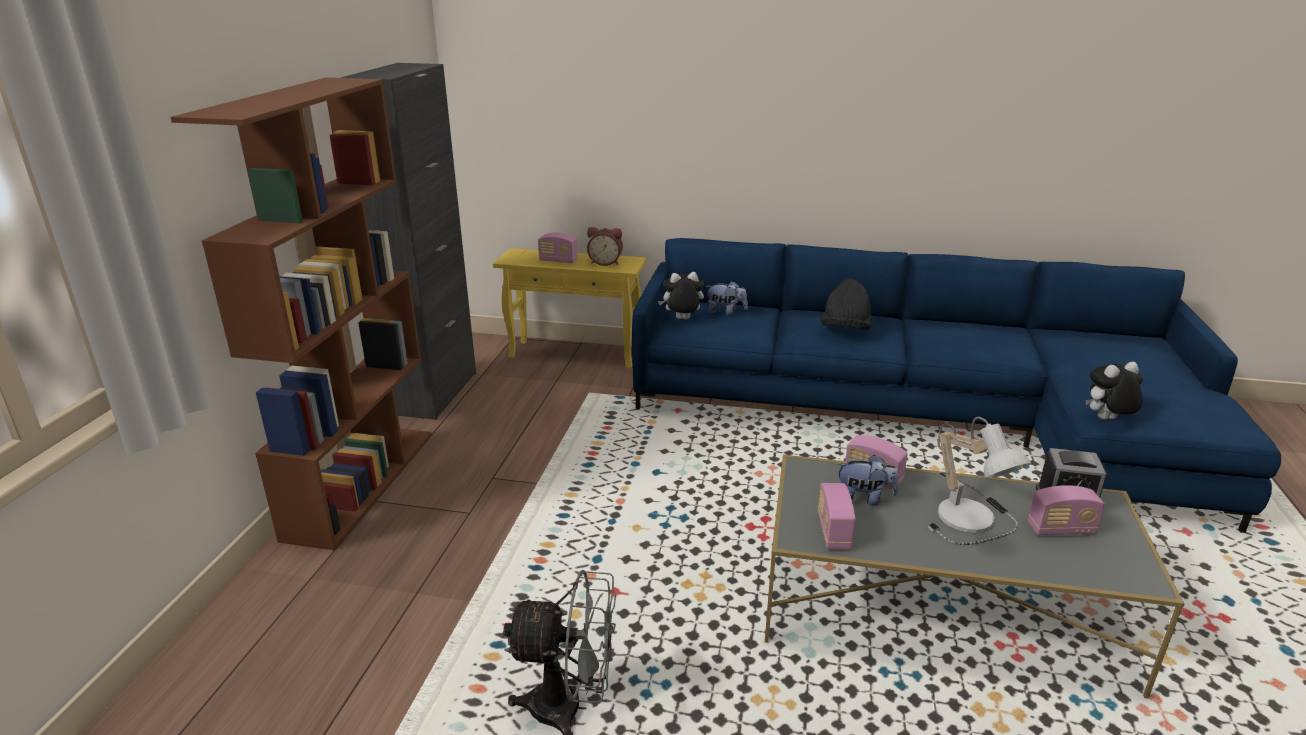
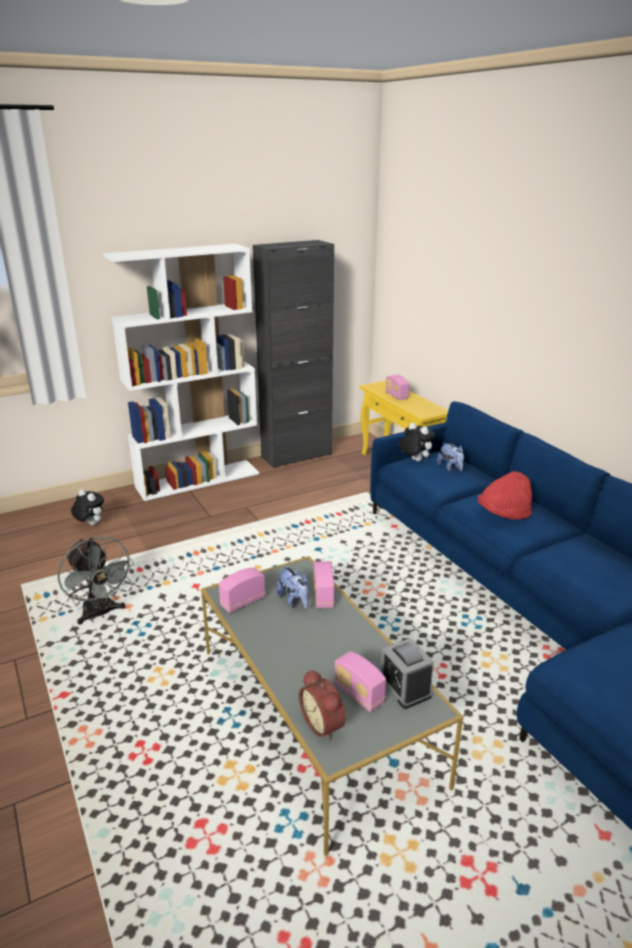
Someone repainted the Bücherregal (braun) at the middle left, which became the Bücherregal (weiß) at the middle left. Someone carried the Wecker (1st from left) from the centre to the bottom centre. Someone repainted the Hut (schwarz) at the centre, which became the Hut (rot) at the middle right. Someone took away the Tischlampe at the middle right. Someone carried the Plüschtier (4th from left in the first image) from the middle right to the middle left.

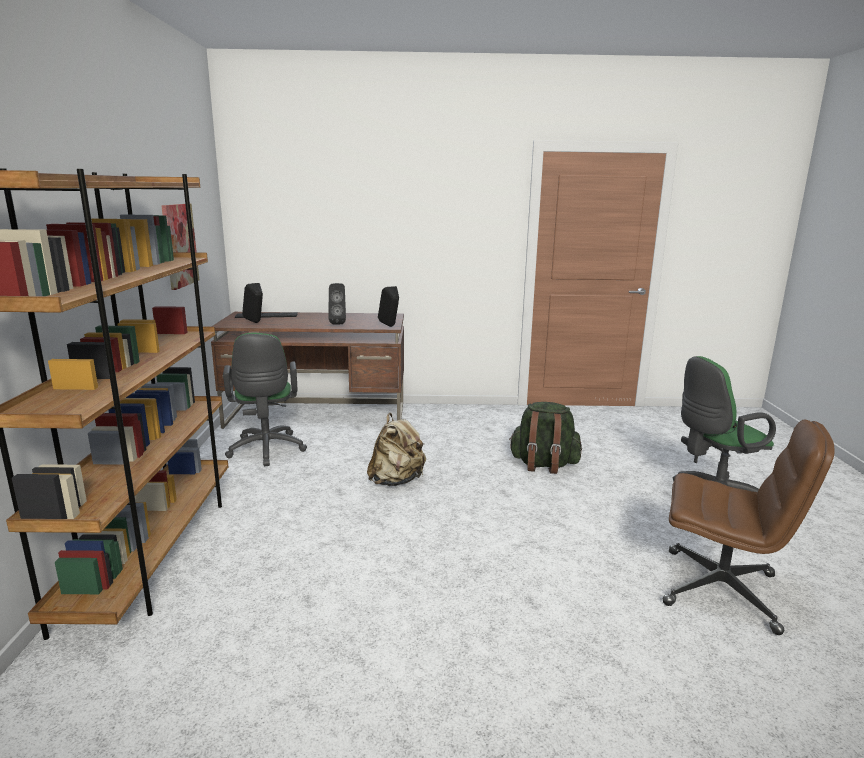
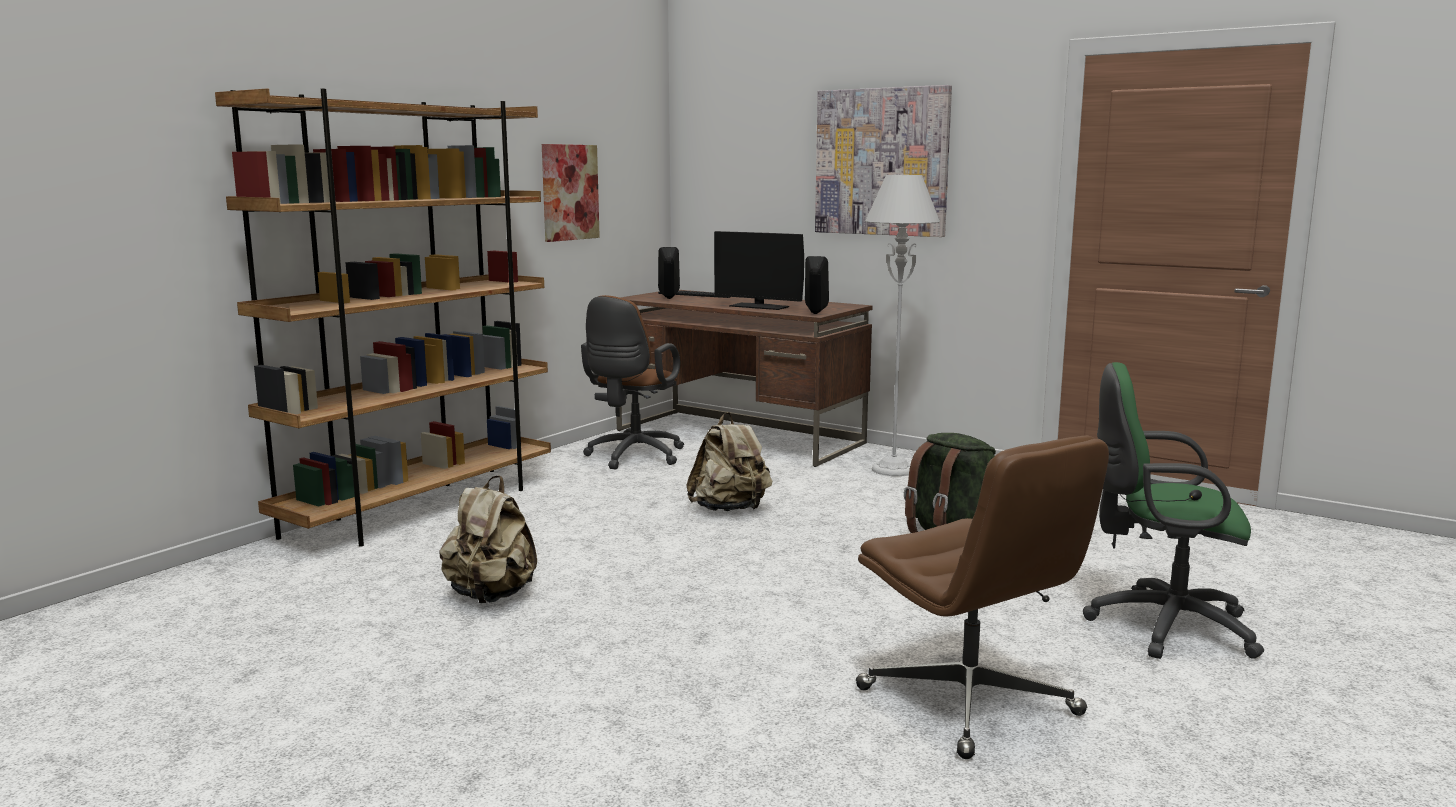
Someone repainted the Bürostuhl (grün) (1st from left) at the middle left, which became the Bürostuhl (braun) (1st from left) at the centre. Someone swapped the Lautsprecher (schwarz) (2nd from left) at the centre for the Monitor at the centre. Someone put down the Rucksack (beige) (1st from left) at the bottom centre. Someone put up the Bild (2nd from left) at the top centre. Someone put down the Stehlampe (grau) at the centre.

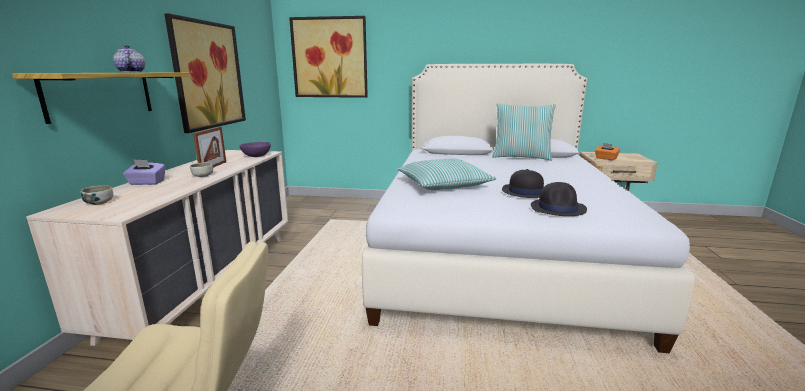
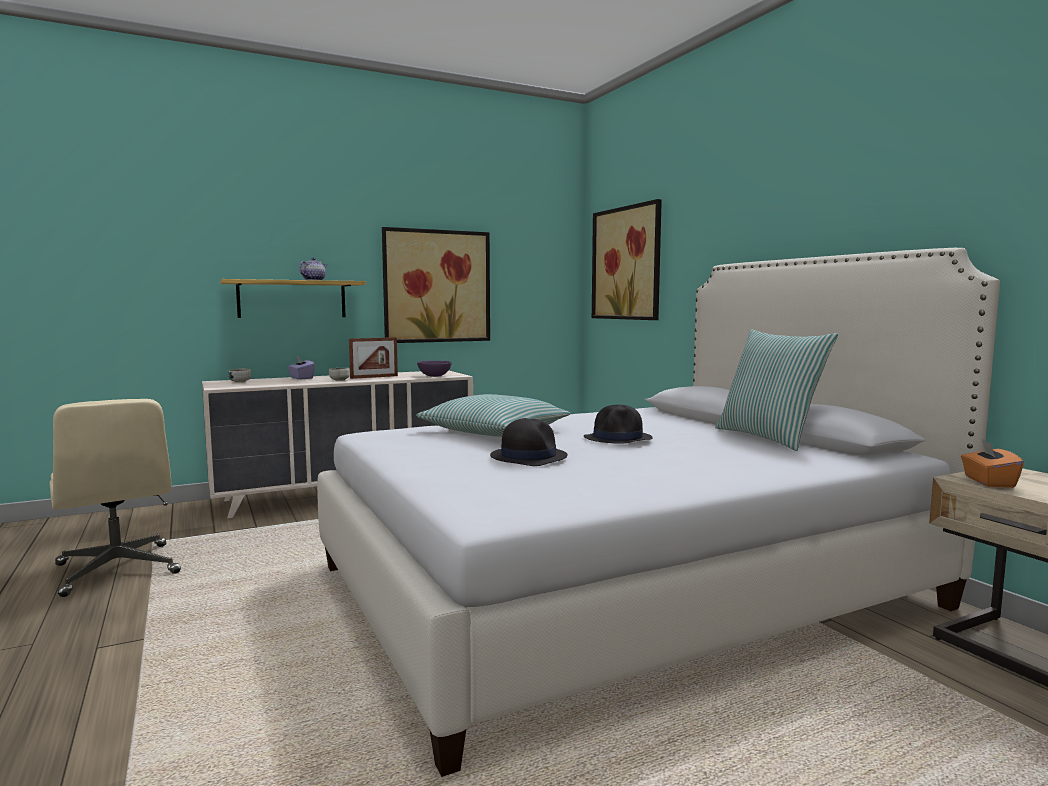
Someone carried the Hut (schwarz) (2nd from left) from the middle right to the centre.

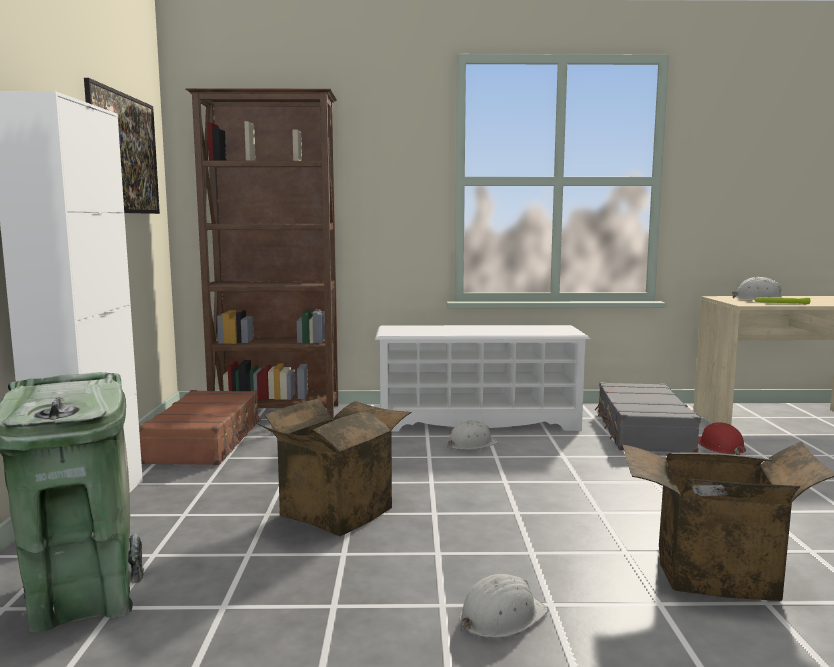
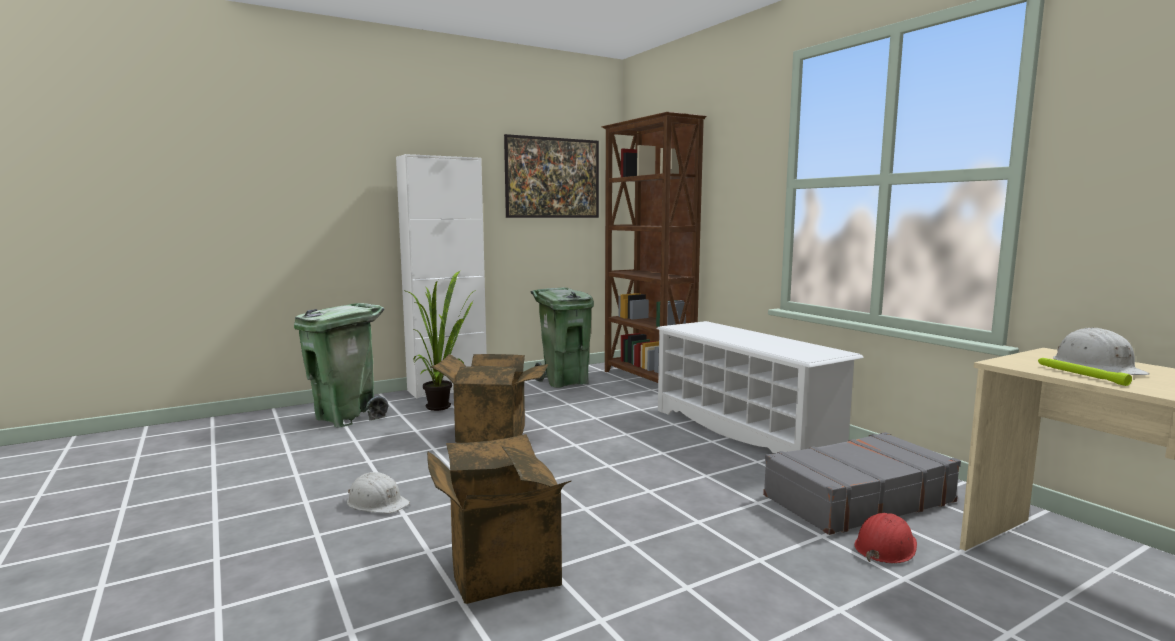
Someone swapped the Koffer (braun) at the middle left for the Mülleimer (grün) (2nd from left) at the centre. Someone took away the Schutzhelm (weiß) (1st from left) at the centre. Someone put down the Topfpflanze at the centre.

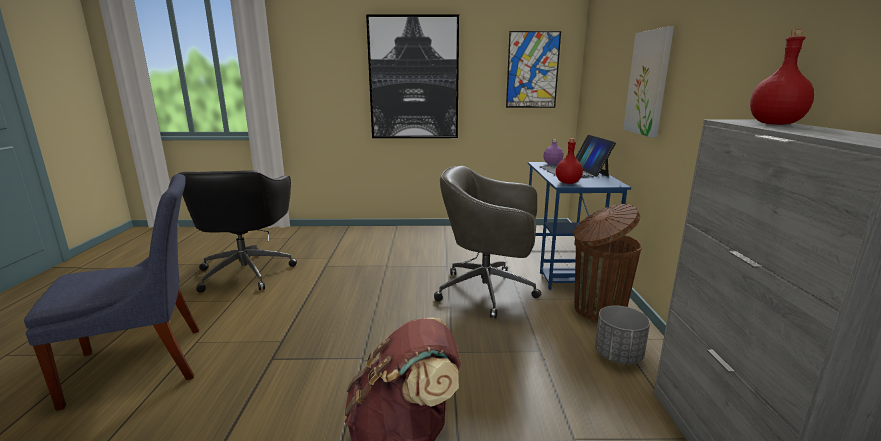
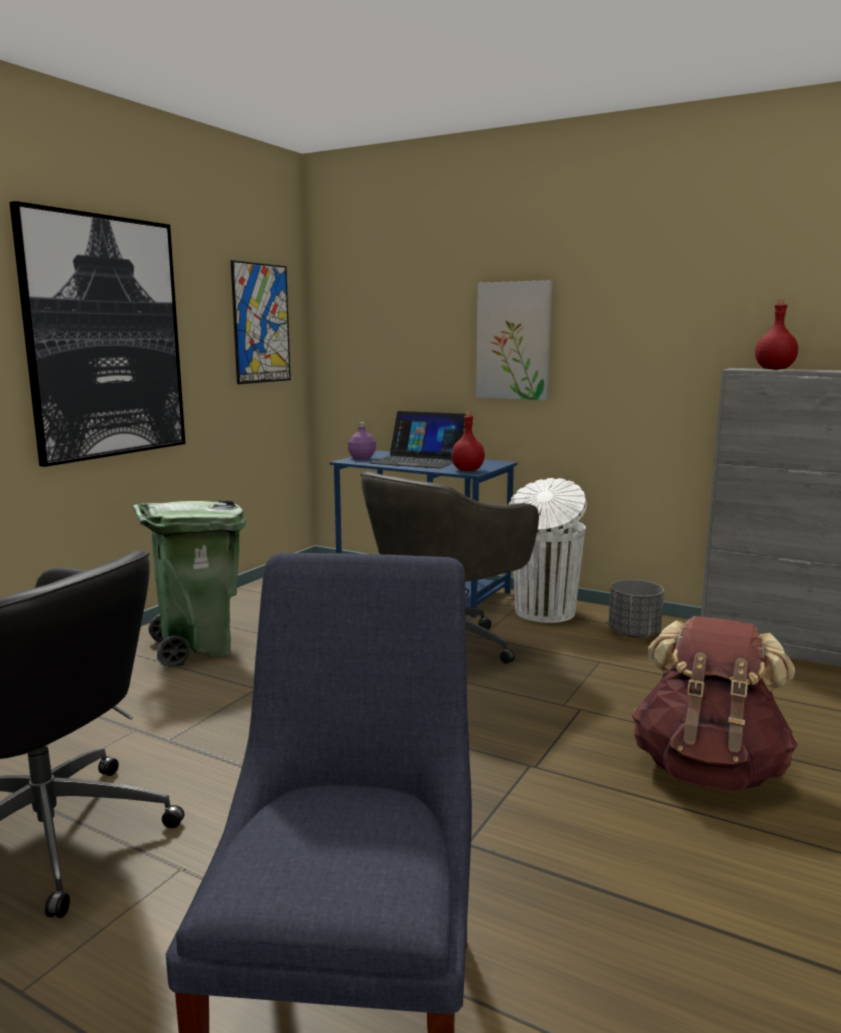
Someone repainted the Mülleimer (braun) at the middle right, which became the Mülleimer (weiß) at the centre. Someone put down the Mülleimer (grün) at the middle left.

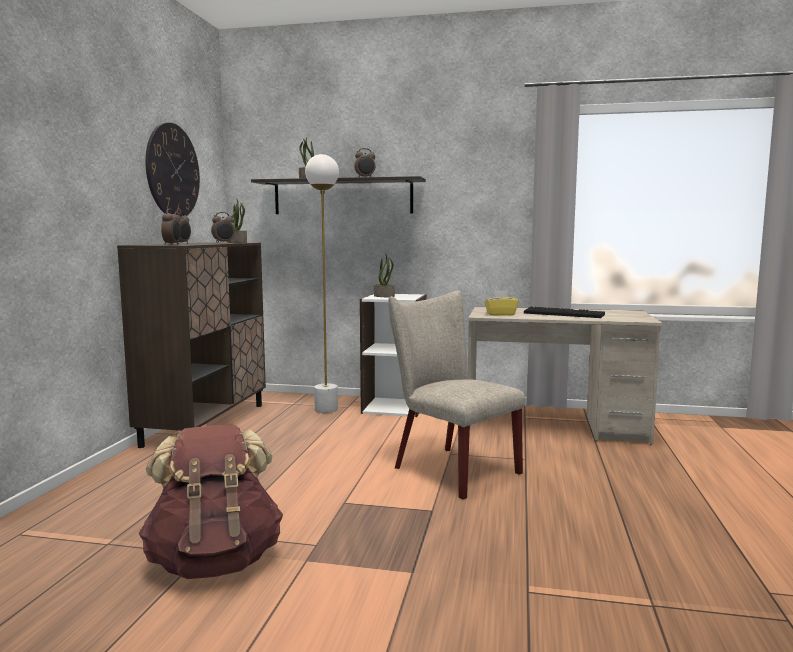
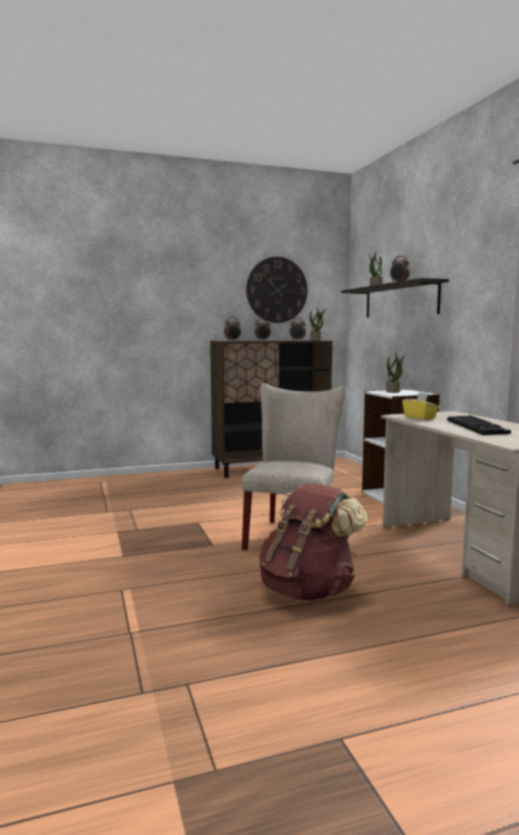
Someone carried the Rucksack (braun) from the bottom left to the centre. Someone took away the Stehlampe (weiß) at the centre.

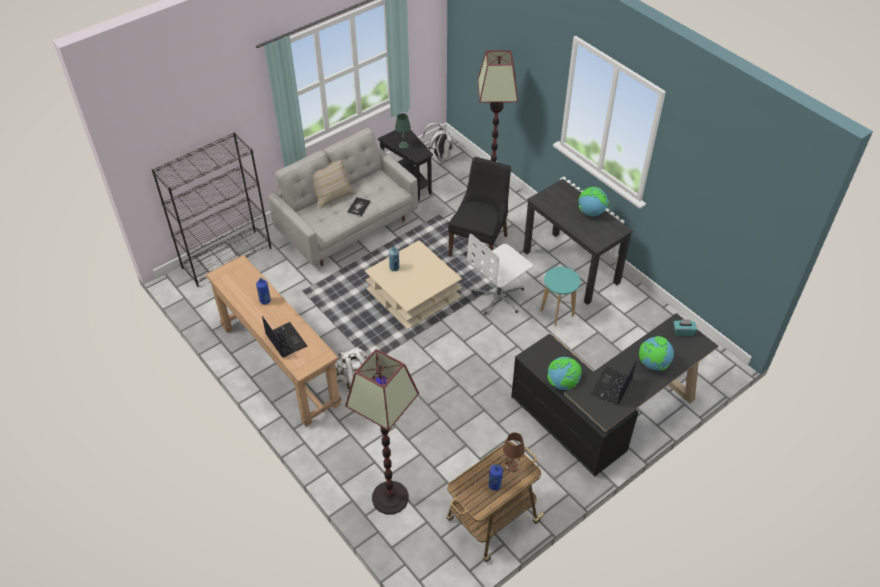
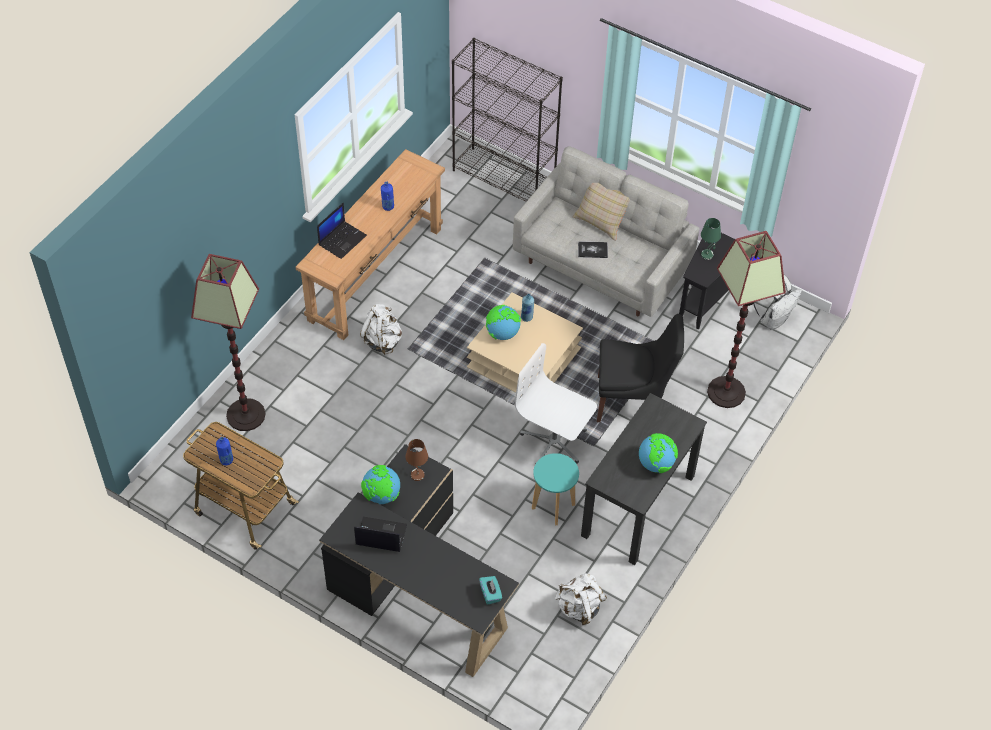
Someone carried the Tischlampe (braun) from the bottom centre to the centre. Someone carried the Globus (3rd from left in the first image) from the middle right to the centre. Someone put down the Rucksack (weiß) (2nd from left) at the bottom centre.

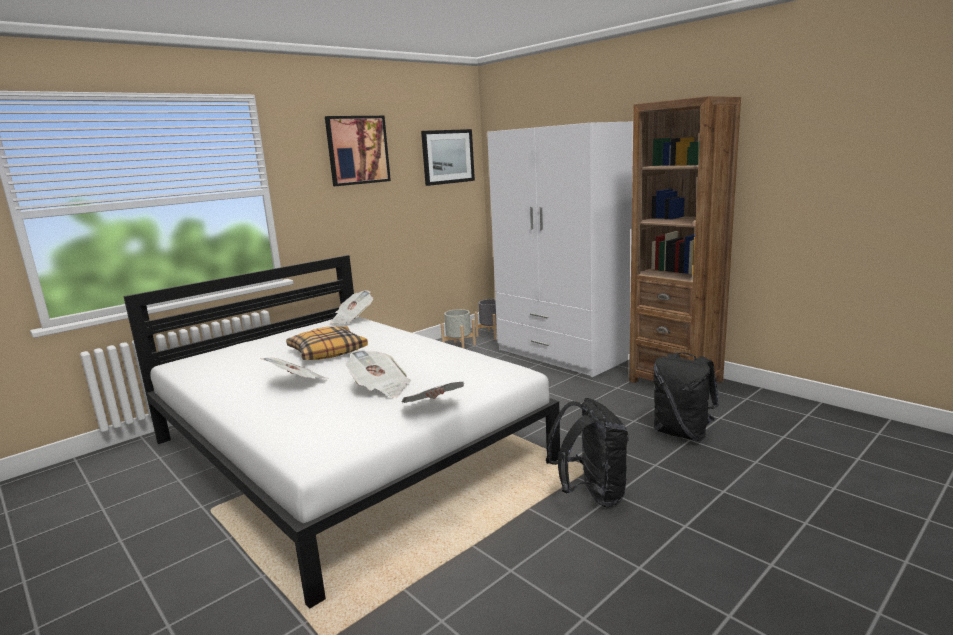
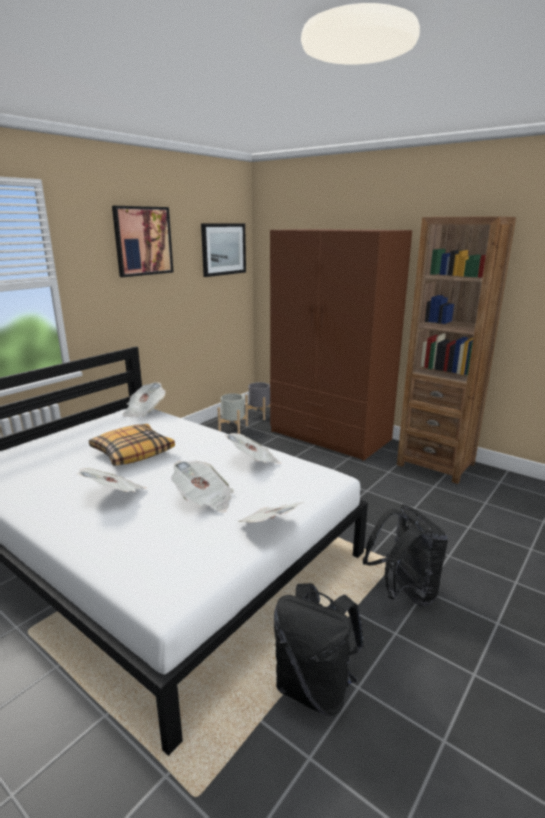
Someone repainted the Kleiderschrank (weiß) at the centre, which became the Kleiderschrank (braun) at the centre. Someone carried the Rucksack (schwarz) (2nd from left in the first image) from the middle right to the bottom centre. Someone put down the Zeitung (4th from left) at the centre.

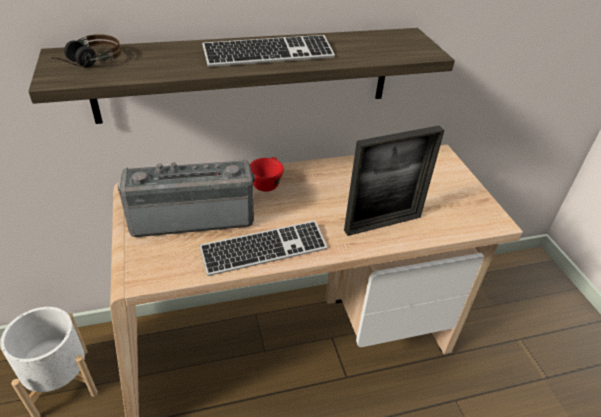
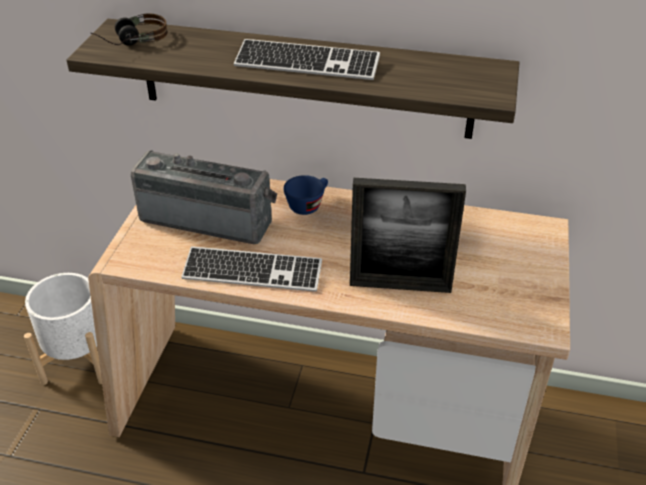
Someone repainted the Tasse (rot) at the centre, which became the Tasse (blau) at the centre.

